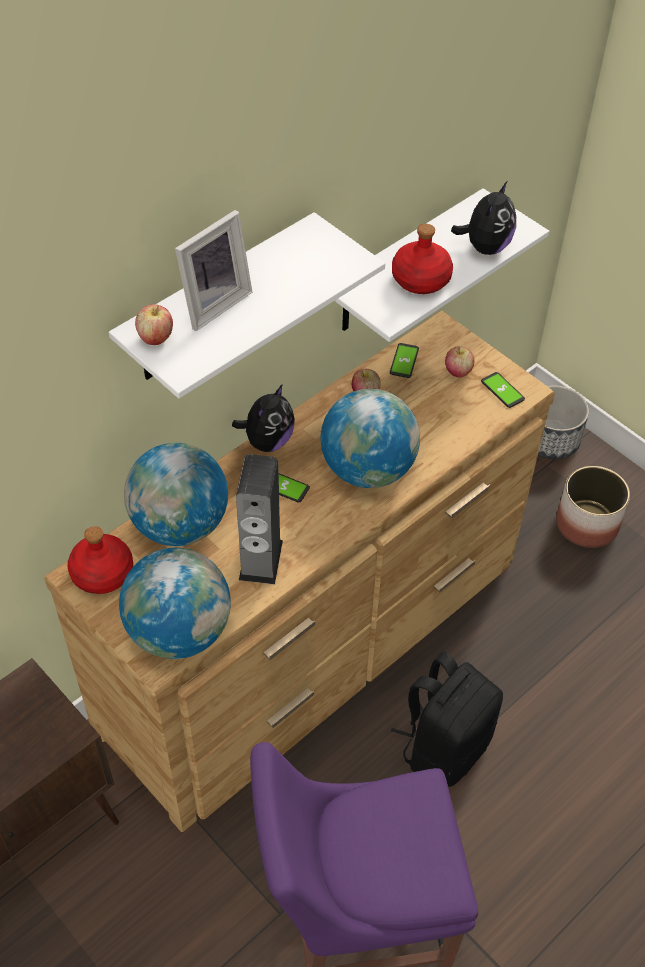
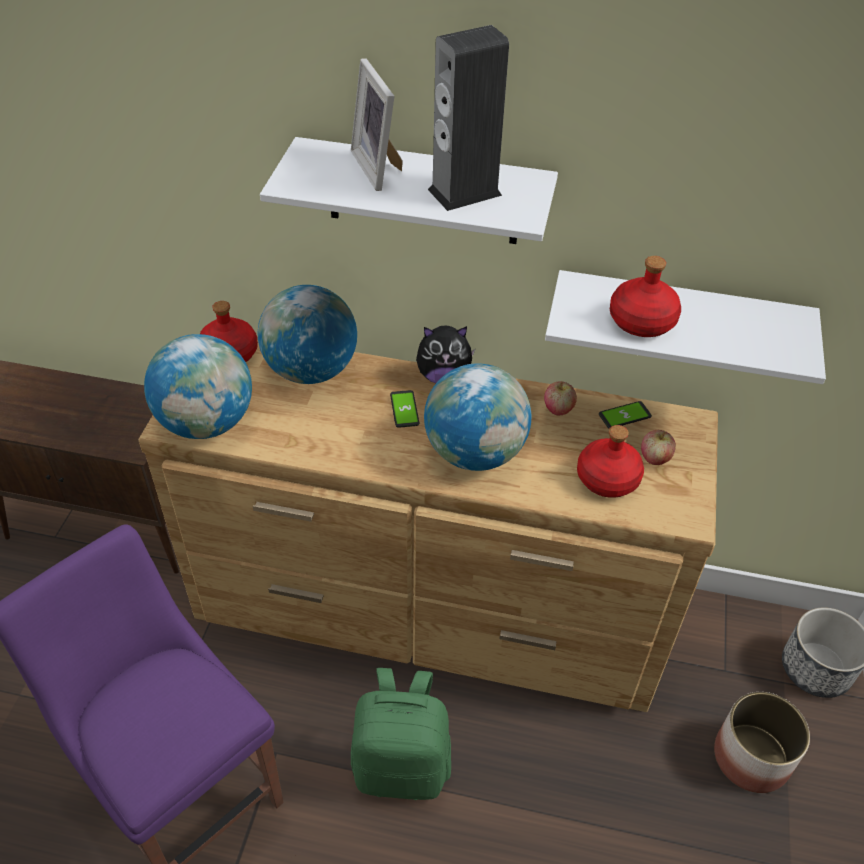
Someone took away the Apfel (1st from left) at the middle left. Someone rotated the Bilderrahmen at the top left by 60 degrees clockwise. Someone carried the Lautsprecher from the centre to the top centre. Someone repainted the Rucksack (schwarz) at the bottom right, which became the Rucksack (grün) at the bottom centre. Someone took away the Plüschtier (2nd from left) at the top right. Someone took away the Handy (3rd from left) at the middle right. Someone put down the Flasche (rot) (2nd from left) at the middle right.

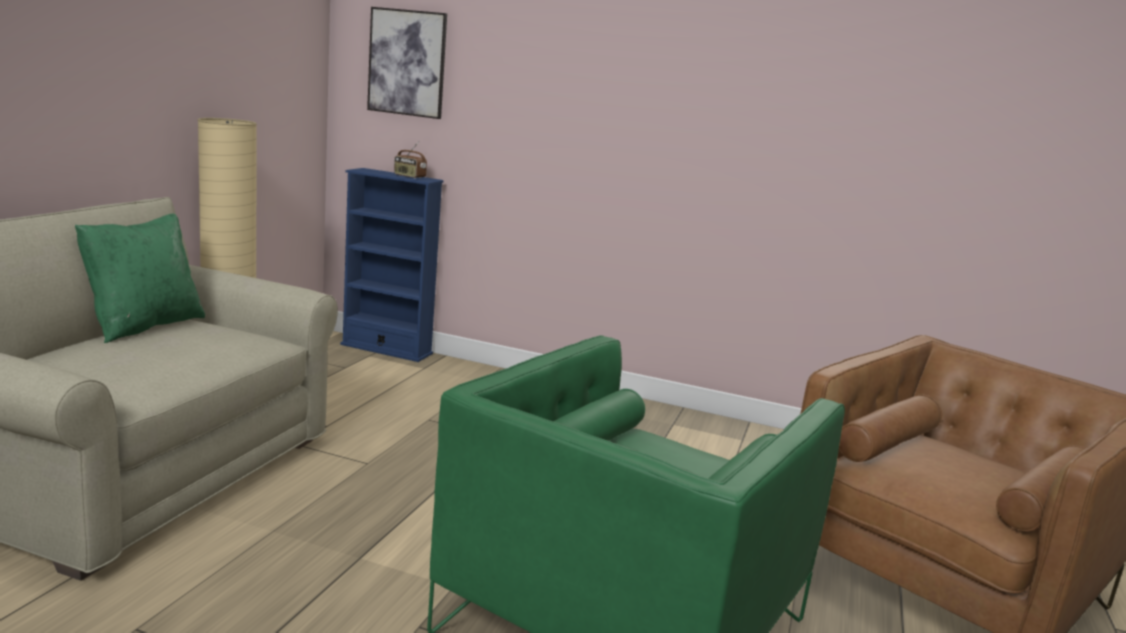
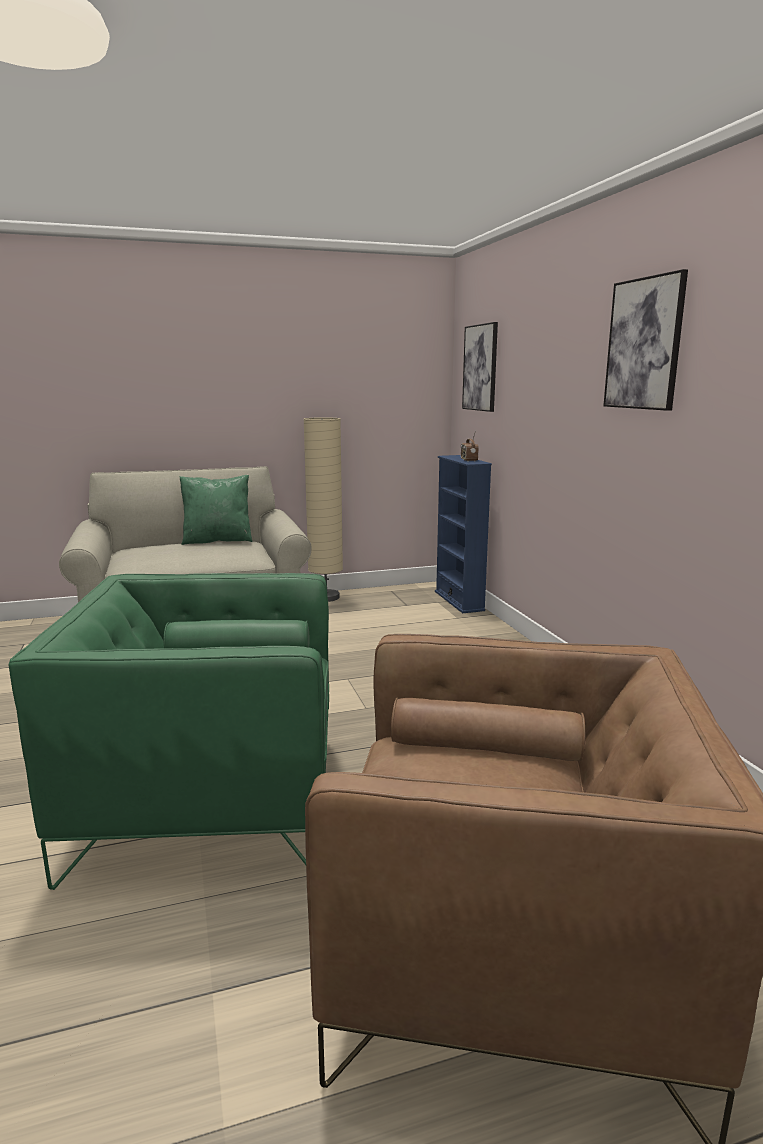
Someone put up the Bild (2nd from left) at the top right.

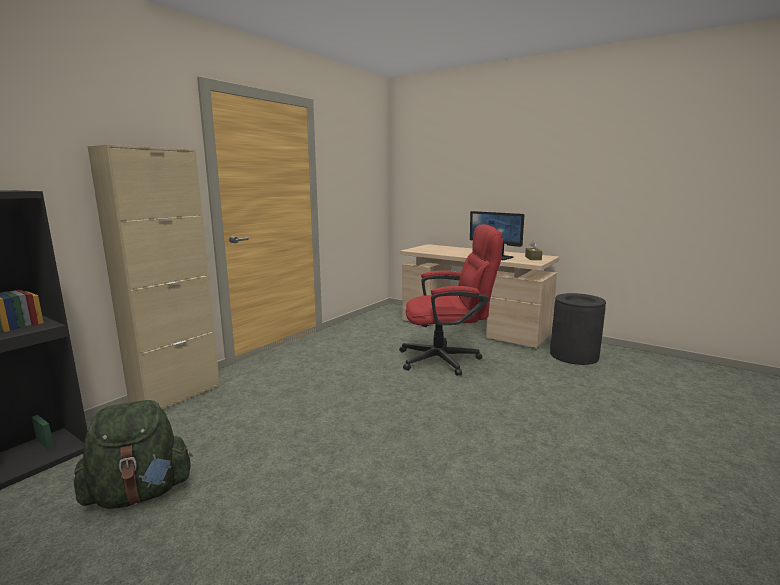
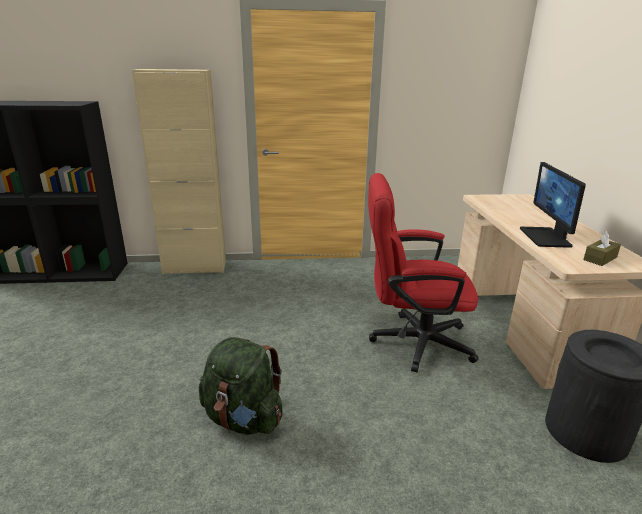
Someone carried the Rucksack (grün) from the bottom left to the bottom centre. Someone rotated the Bürostuhl (rot) at the centre by 135 degrees clockwise.

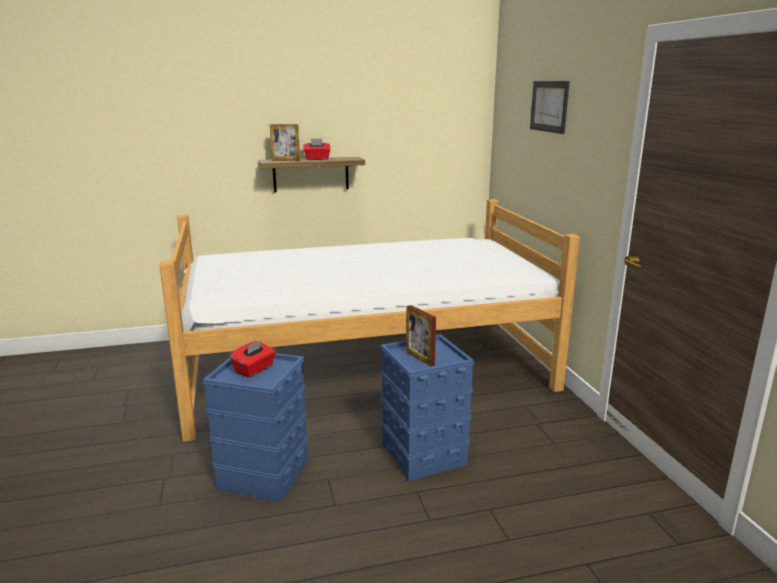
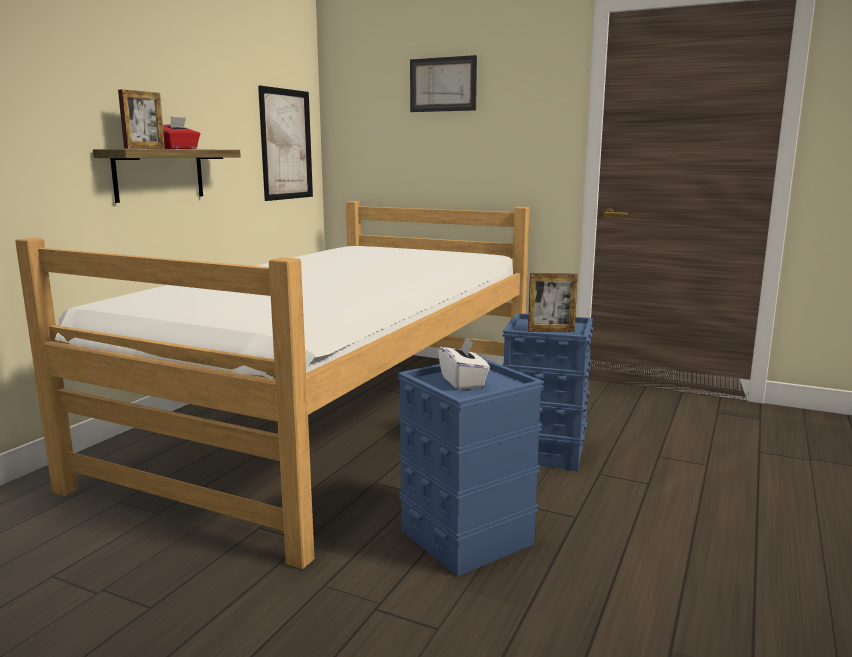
Someone repainted the Taschentuchbox (rot) (1st from left) at the middle left, which became the Taschentuchbox (weiß) at the centre. Someone put up the Bild (1st from left) at the top centre.

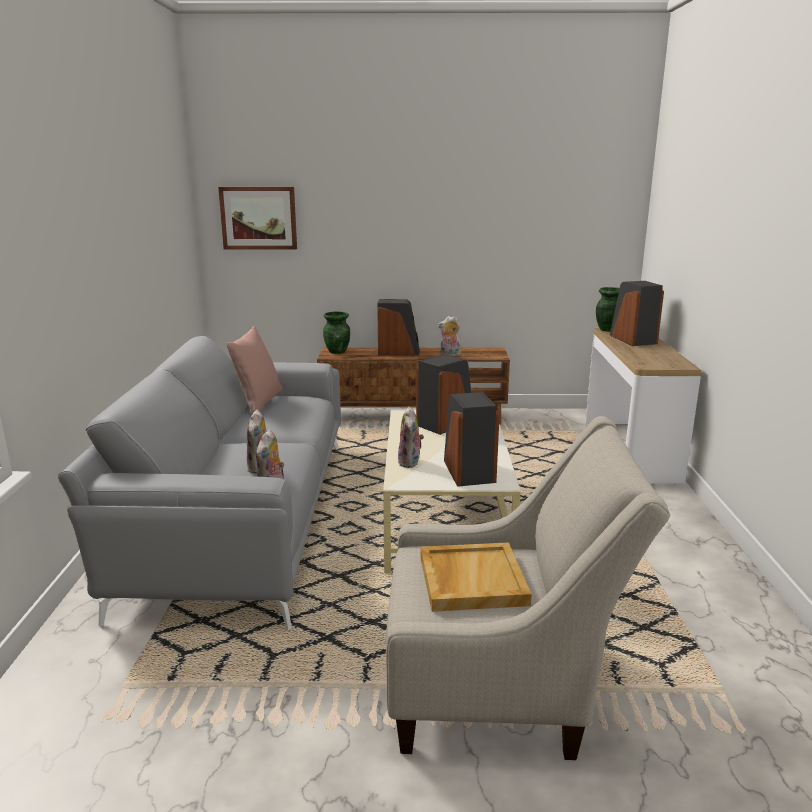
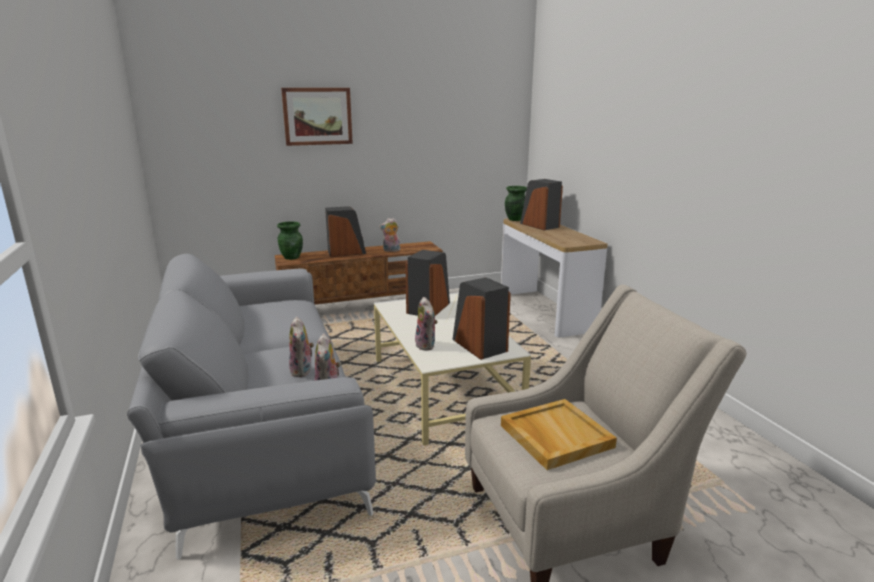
Someone carried the Bild from the top left to the top centre. Someone took away the Kissen (rosa) at the middle left.

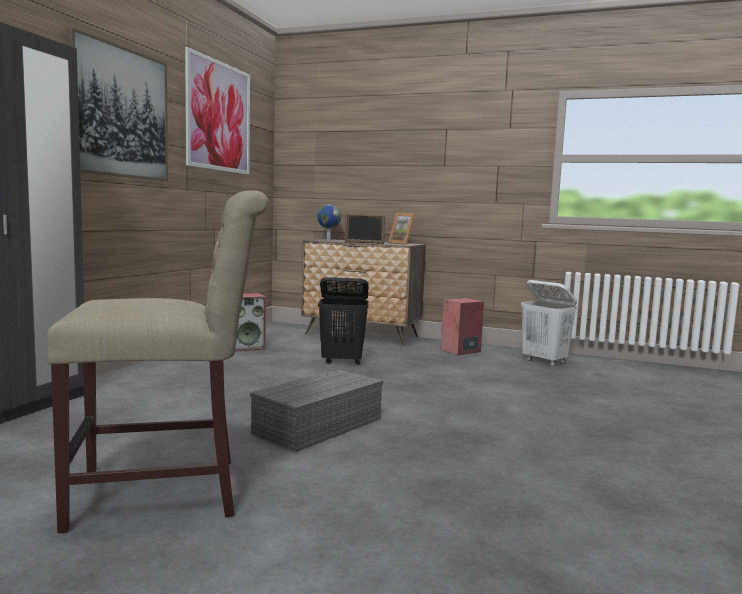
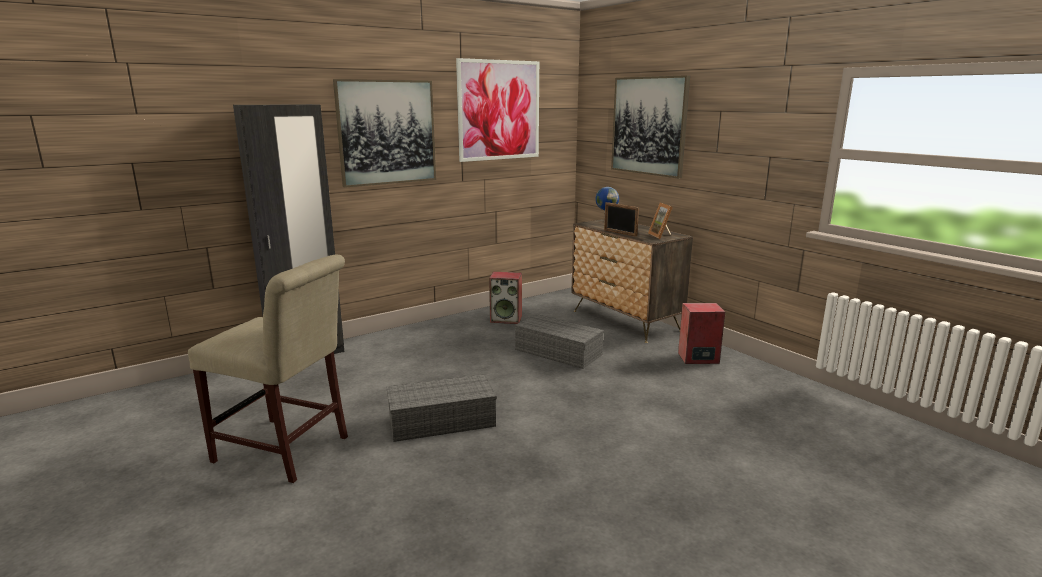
Someone swapped the Wäschekorb (schwarz) at the centre for the Aufbewahrungsbox (grau) (2nd from left) at the centre. Someone took away the Wäschekorb (weiß) at the middle right. Someone put up the Bild (3rd from left) at the top centre.

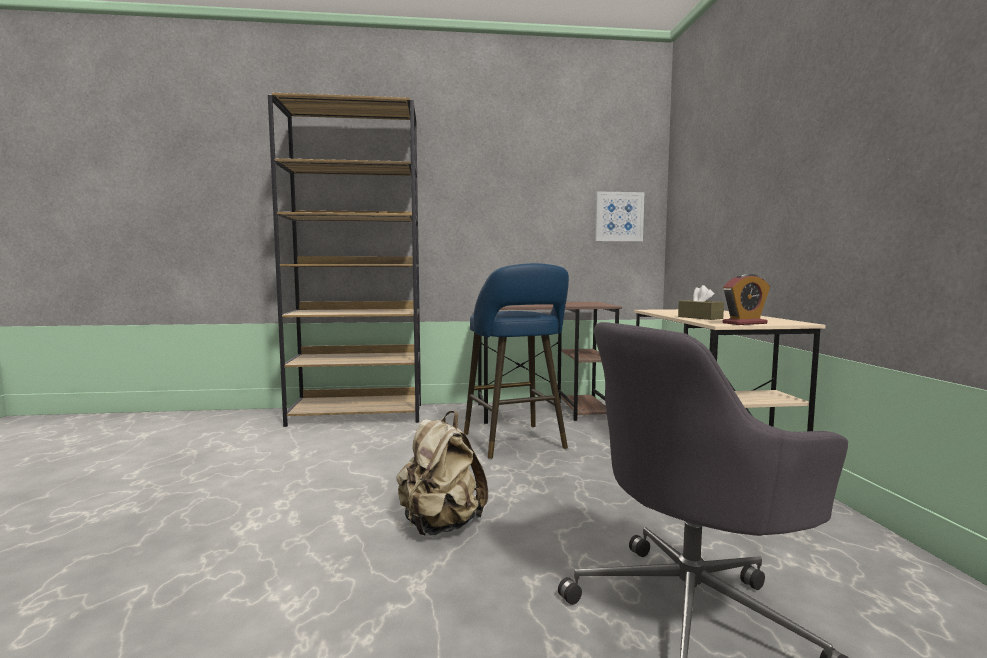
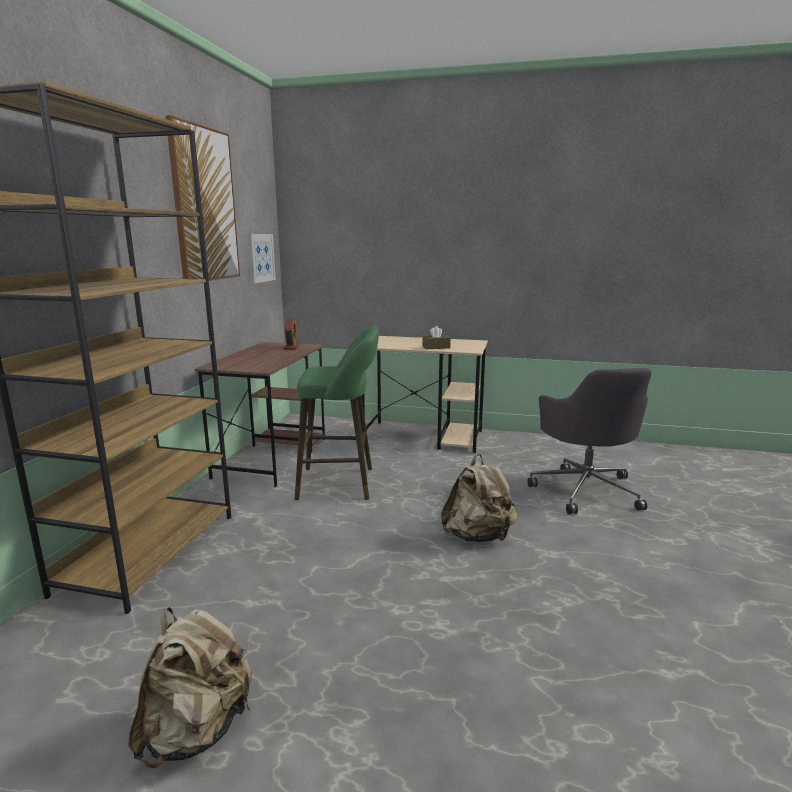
Someone repainted the Hocker (blau) at the centre, which became the Hocker (grün) at the centre. Someone carried the Wecker from the middle right to the centre. Someone put down the Rucksack (beige) (1st from left) at the bottom left. Someone put up the Bild (1st from left) at the top left.

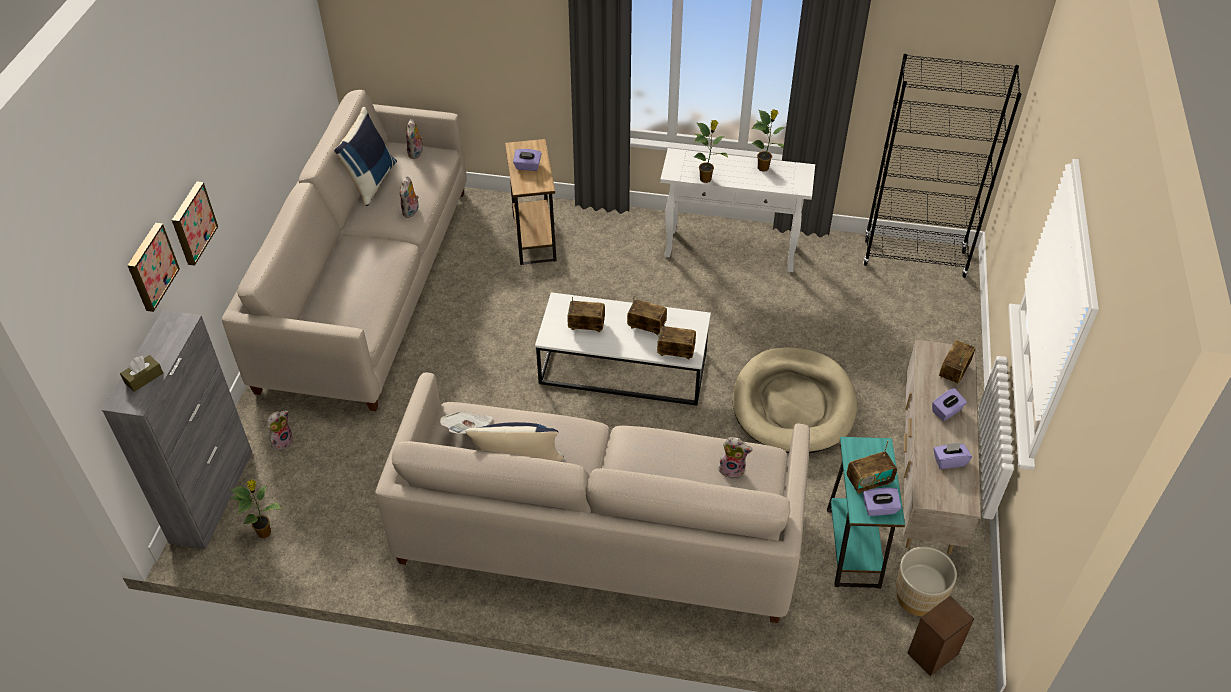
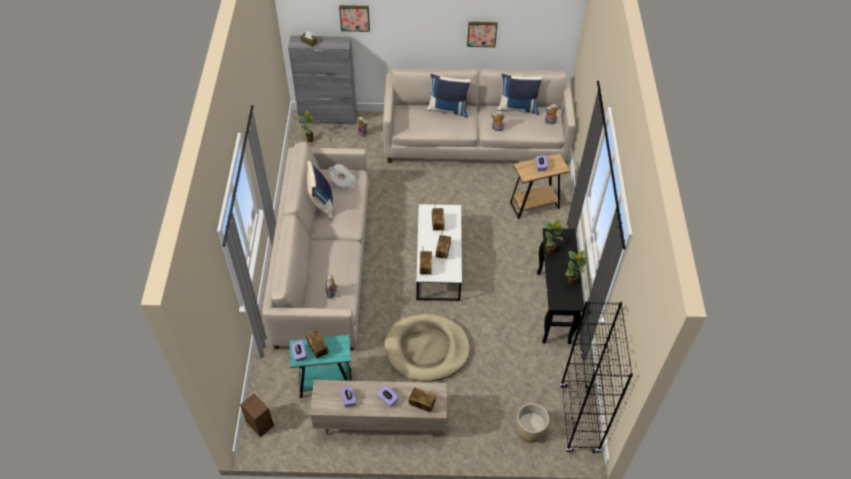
Someone carried the Bild (2nd from left) from the top left to the top centre. Someone repainted the Konsolentisch (weiß) at the top centre, which became the Konsolentisch (schwarz) at the centre. Someone carried the Pflanzkübel (beige) from the bottom right to the bottom centre. Someone put down the Kissen (blau) (2nd from left) at the top centre.

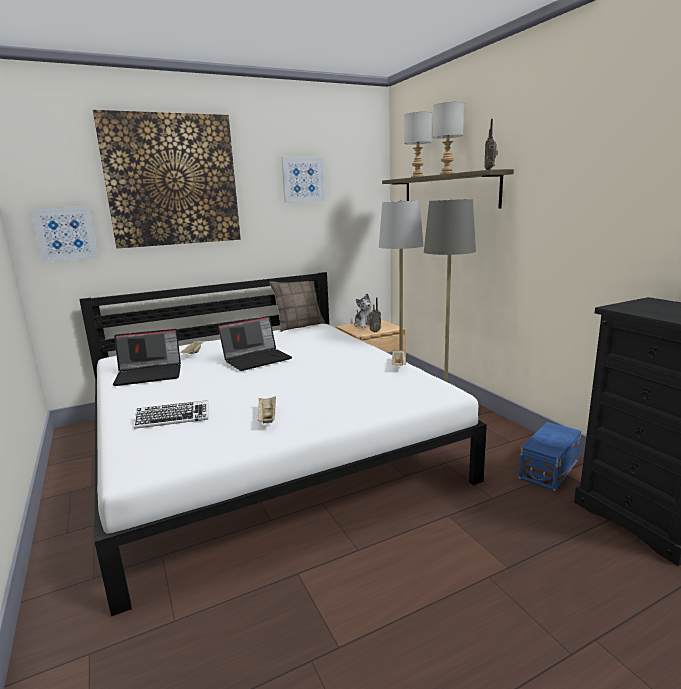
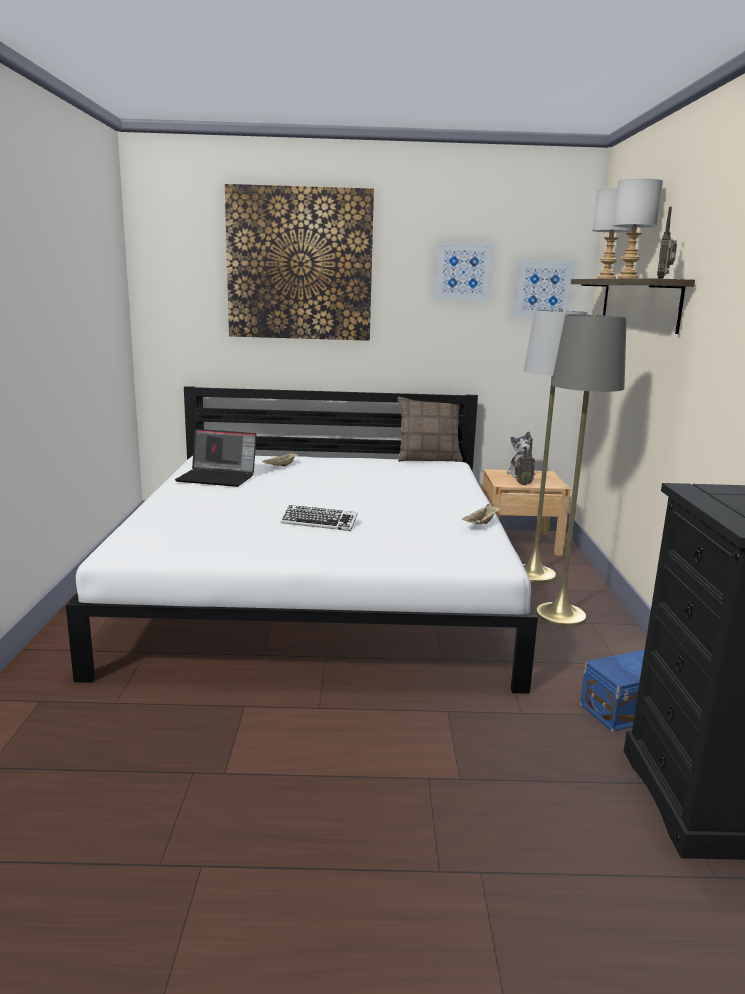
Someone carried the Bild (1st from left in the first image) from the middle left to the top right. Someone carried the Tastatur from the middle left to the centre. Someone took away the Laptop (2nd from left) at the centre. Someone took away the Tablett (beige) (2nd from left) at the centre.

